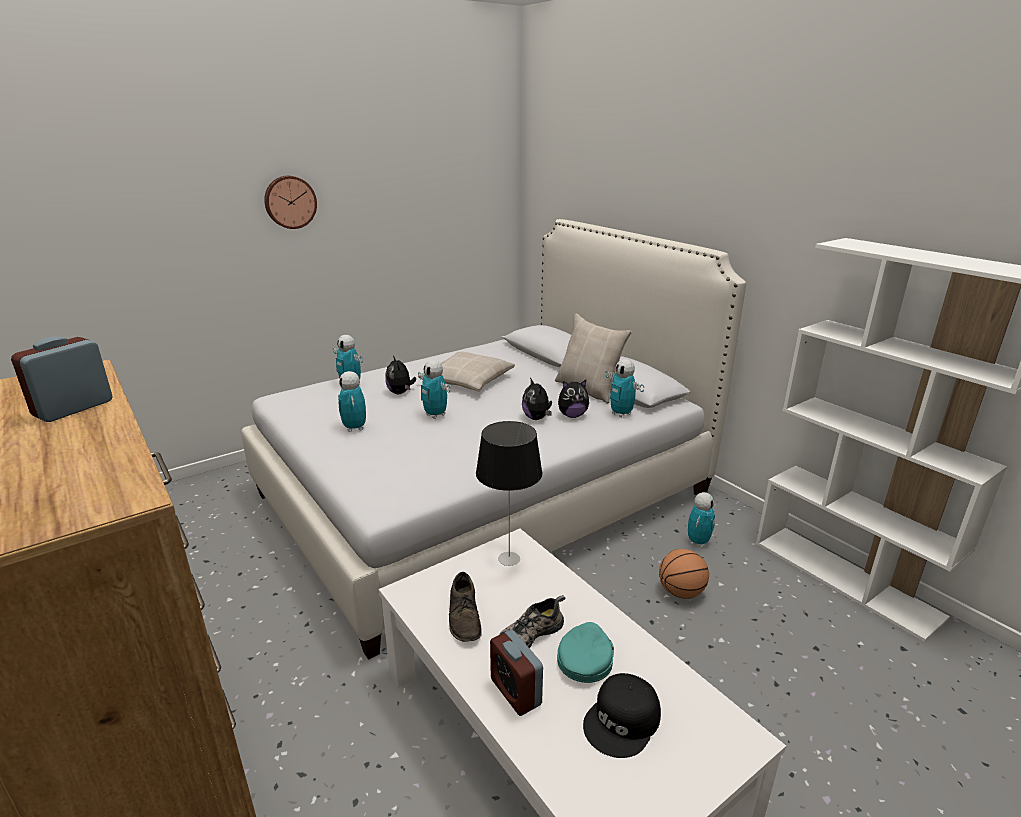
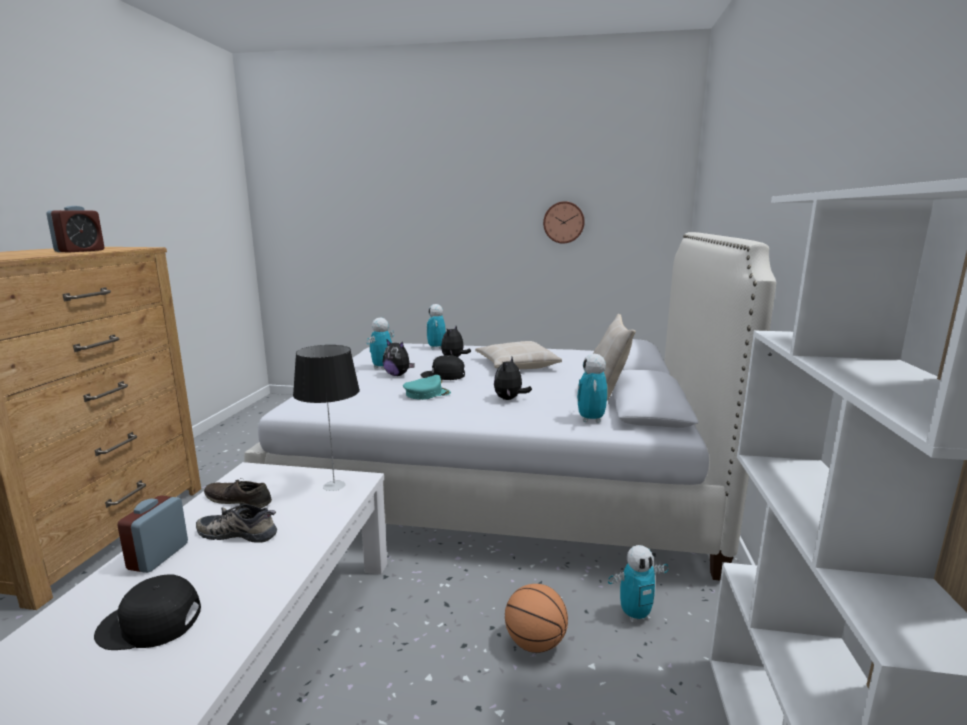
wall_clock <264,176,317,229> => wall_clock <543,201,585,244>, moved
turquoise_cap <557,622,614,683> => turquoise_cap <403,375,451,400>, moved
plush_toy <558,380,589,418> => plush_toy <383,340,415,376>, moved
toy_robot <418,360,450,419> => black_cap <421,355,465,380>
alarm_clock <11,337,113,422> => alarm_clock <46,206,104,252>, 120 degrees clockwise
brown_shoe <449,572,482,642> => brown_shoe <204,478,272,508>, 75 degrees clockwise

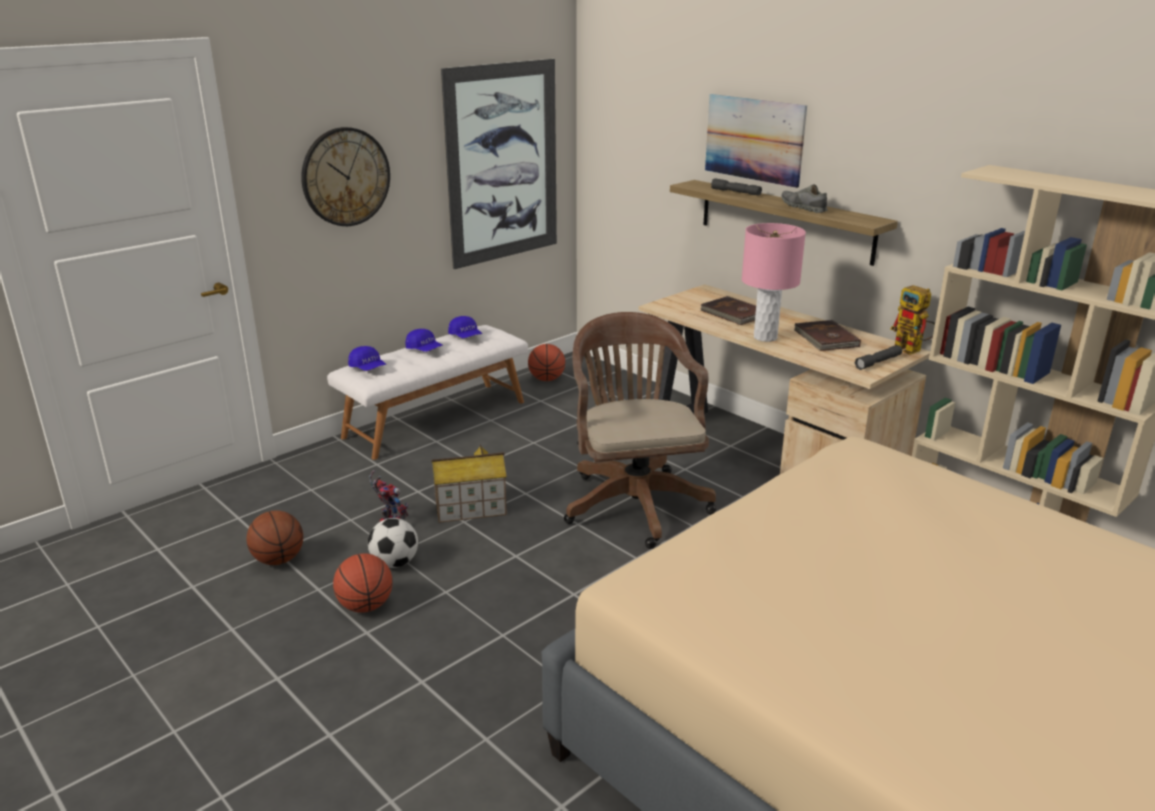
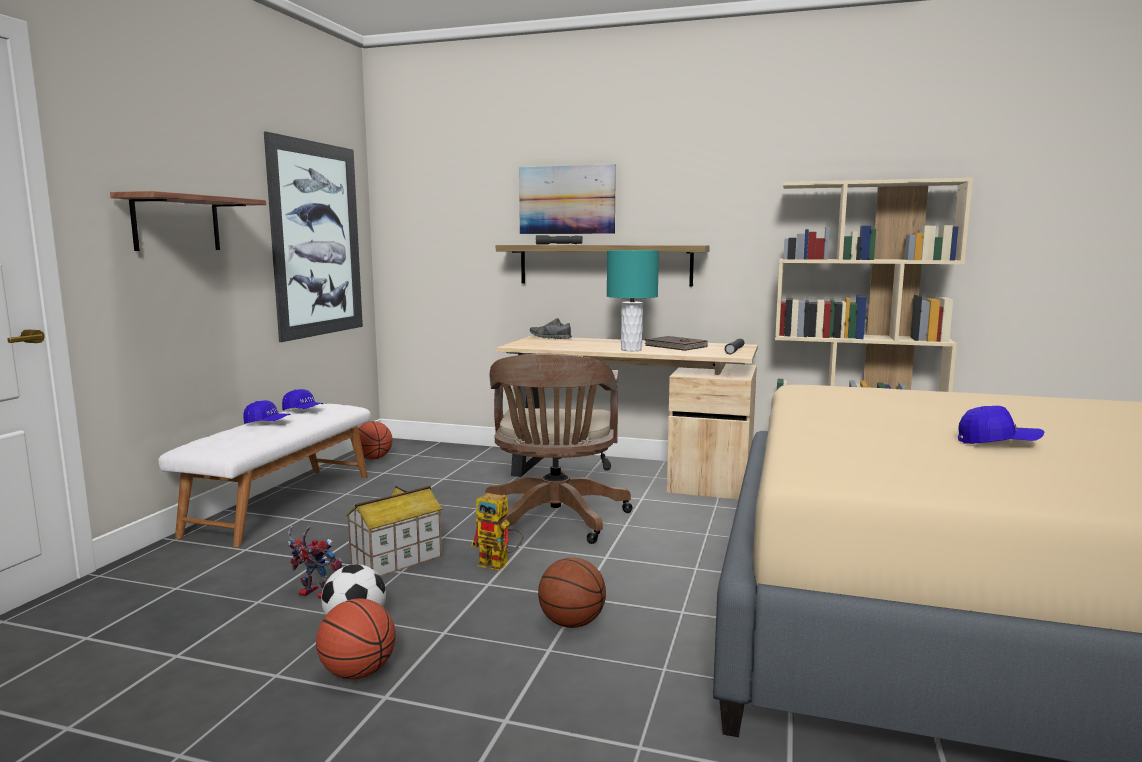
brown_book <700,296,756,325> => nothing
basketball <247,510,303,565> => basketball <538,557,606,628>, moved
blue_cap <348,346,386,371> => blue_cap <958,406,1044,444>, moved
grey_shoe <781,184,828,213> => grey_shoe <530,318,572,339>, moved
toy_robot <890,285,935,355> => toy_robot <471,493,524,571>, moved
wall_clock <301,127,390,226> => shelf <110,191,266,251>
pink_table_lamp <742,223,806,342> => turquoise_table_lamp <607,250,659,351>
brown_office_chair <564,312,716,549> => brown_office_chair <485,354,633,544>, 135 degrees counterclockwise

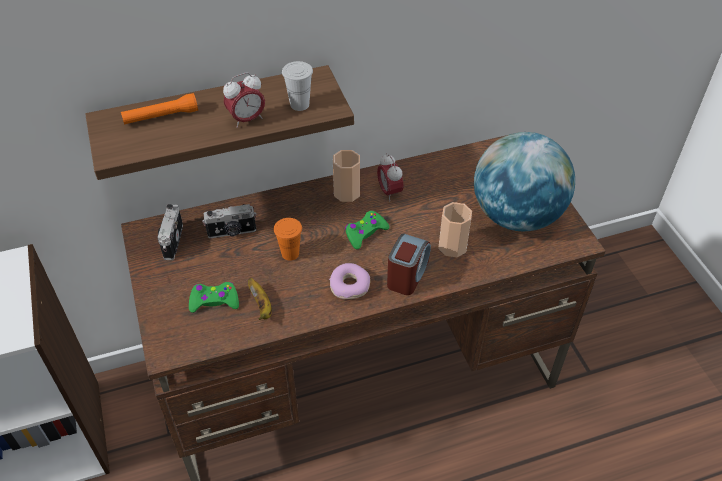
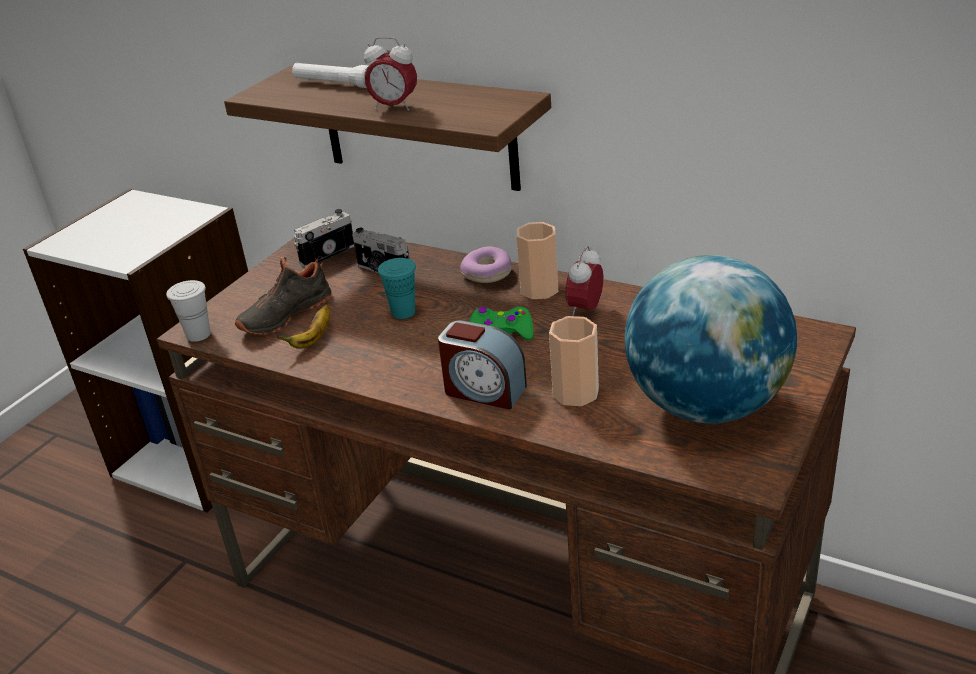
white_cup <282,61,313,111> => white_cup <166,280,211,342>, moved
donut <329,263,370,299> => donut <460,246,512,283>, moved
green_game_controller <189,282,239,313> => black_shoe <235,256,331,335>
orange_flashlight <121,93,198,125> => white_flashlight <292,63,369,88>
orange_cup <274,218,302,261> => turquoise_cup <378,258,416,319>
alarm_clock <387,233,431,295> => alarm_clock <438,320,527,410>, 45 degrees clockwise

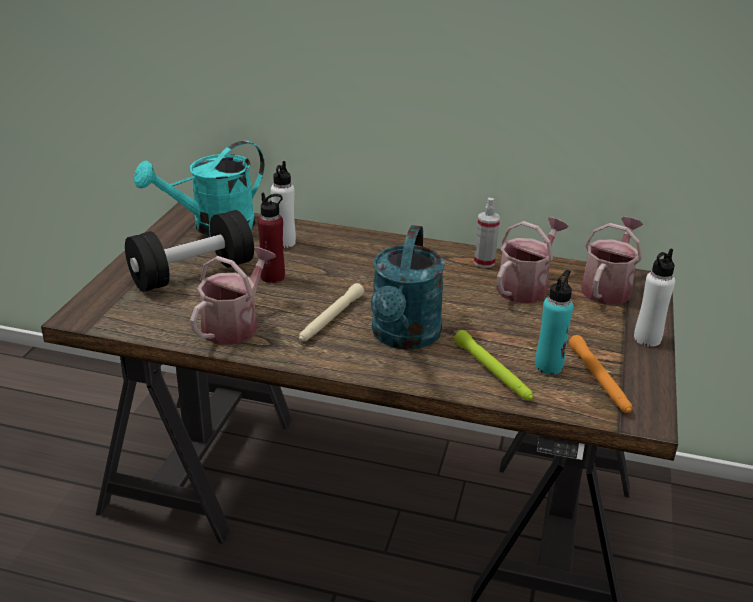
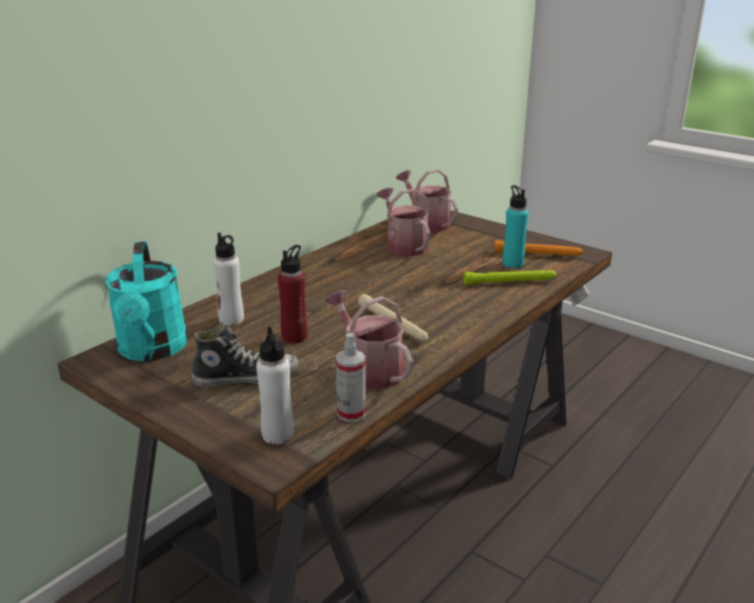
turquoise_watering_can <371,225,445,350> => nothing
spray_bottle <474,198,500,268> => spray_bottle <336,333,366,422>, moved
white_bottle <634,249,675,347> => white_bottle <256,327,294,444>, moved
black_dumbbell <125,210,254,292> => shoe <192,324,299,387>

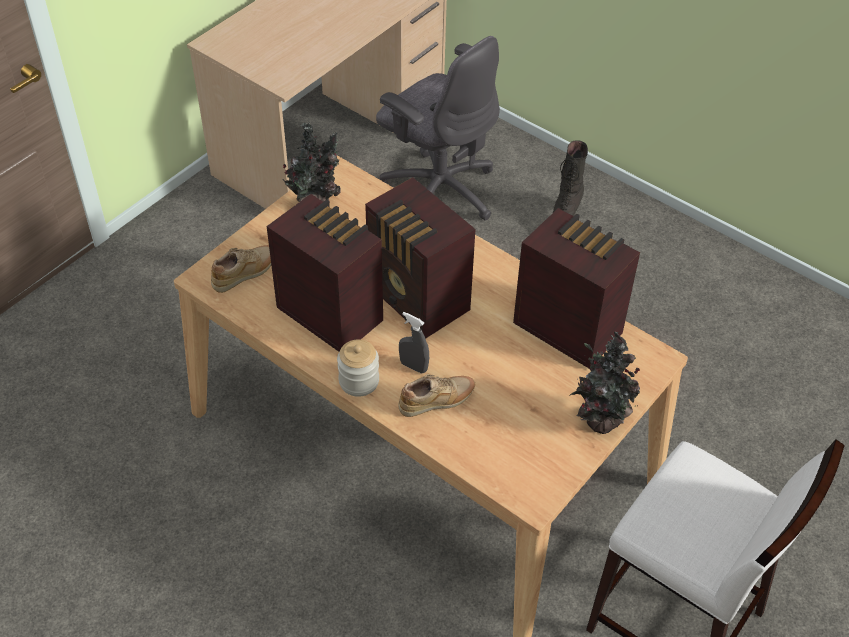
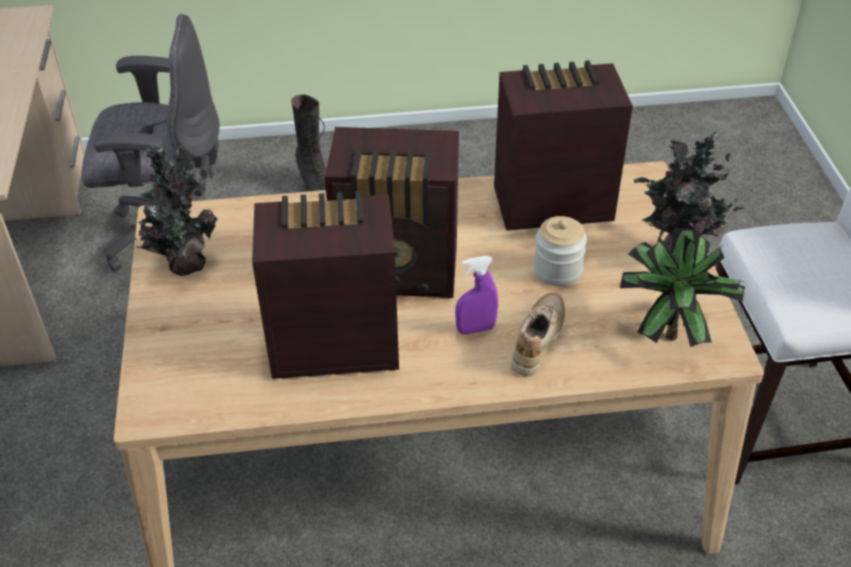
beige_shoe <211,245,271,293> => nothing
nothing => potted_plant <620,228,745,347>
jar <337,340,379,397> => jar <534,216,587,286>, moved
grey_spray_bottle <399,312,429,373> => purple_spray_bottle <455,256,498,335>

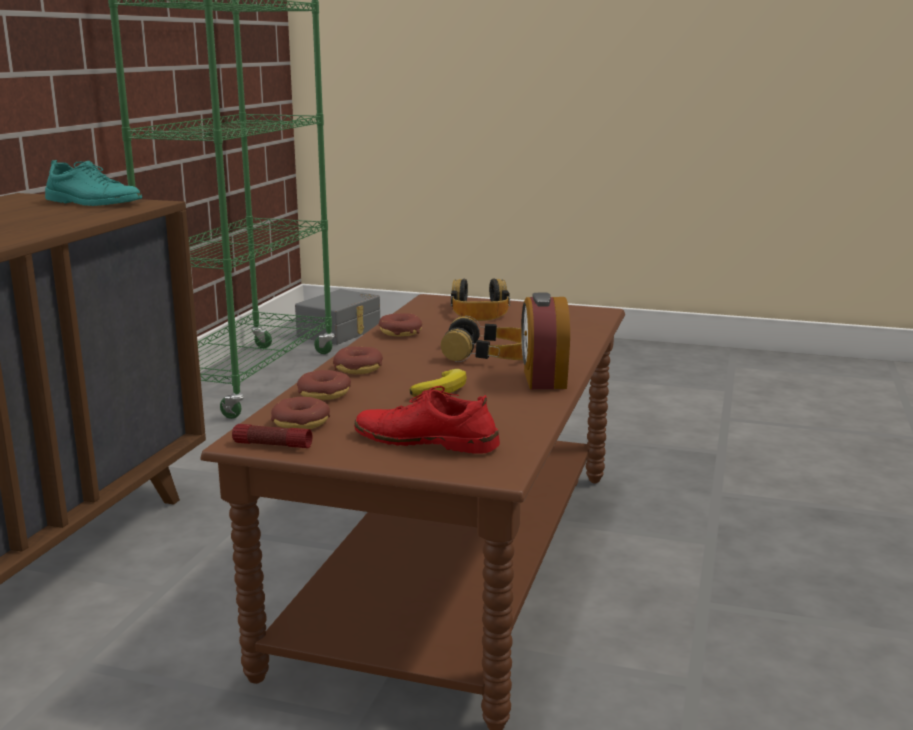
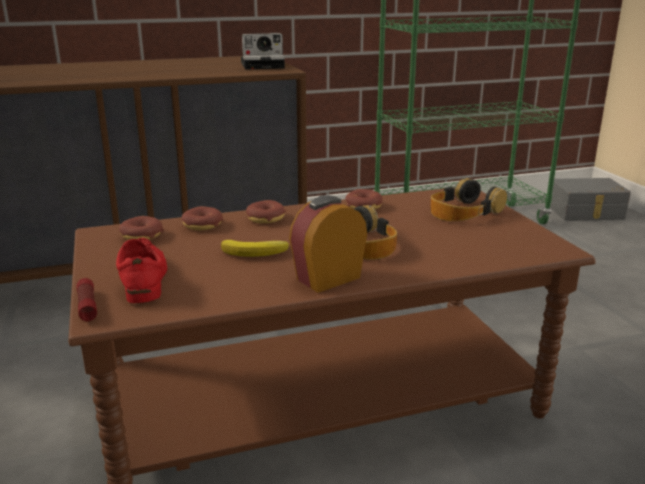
flashlight <232,424,312,448> => flashlight <76,278,97,321>, moved
turquoise_shoe <45,160,142,206> => photo_camera <241,33,285,70>

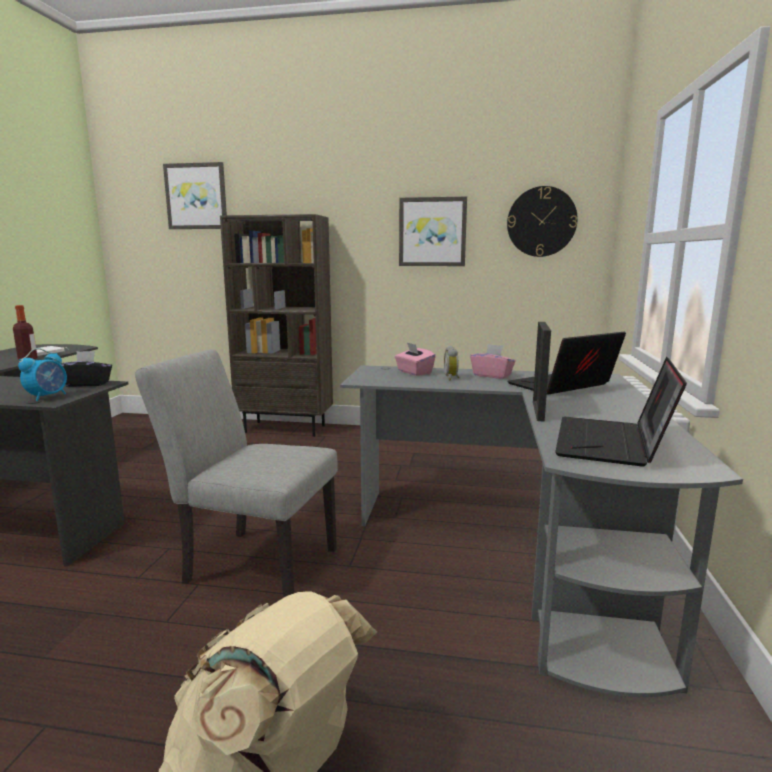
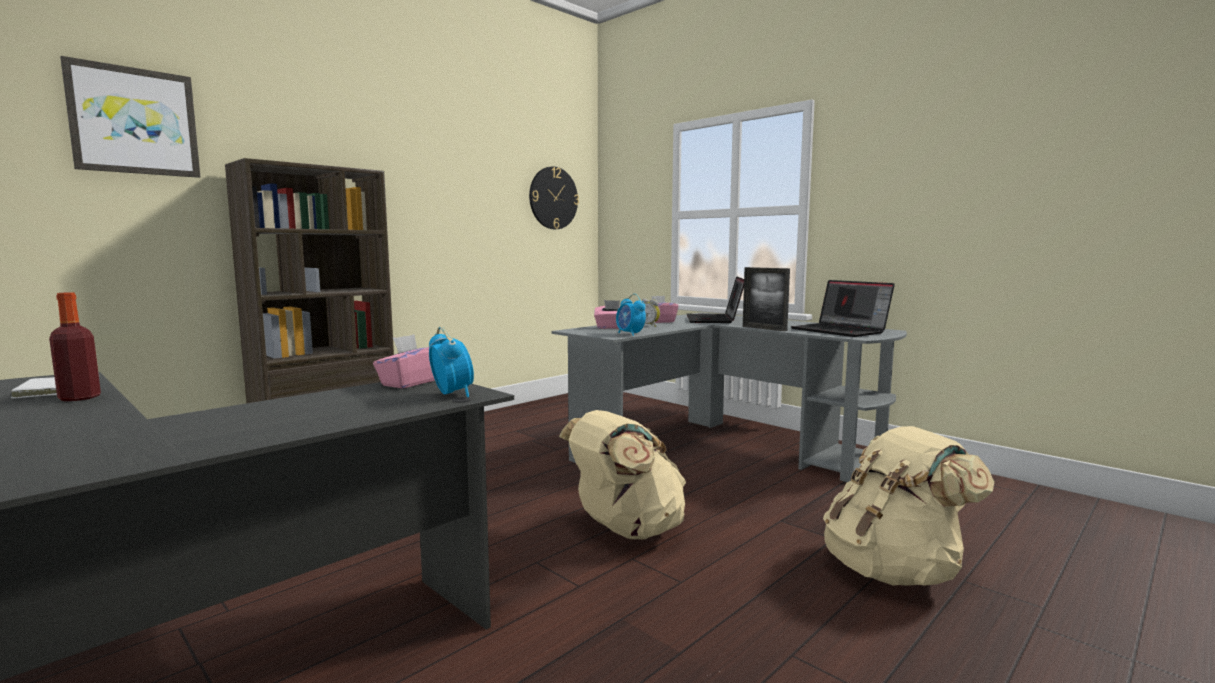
picture <399,197,467,266> => nothing
nothing => alarm_clock <616,294,646,336>
grey_chair <135,349,338,598> => beige_backpack <559,410,686,539>
black_tissue_box <61,351,112,387> => pink_tissue_box <373,334,435,388>

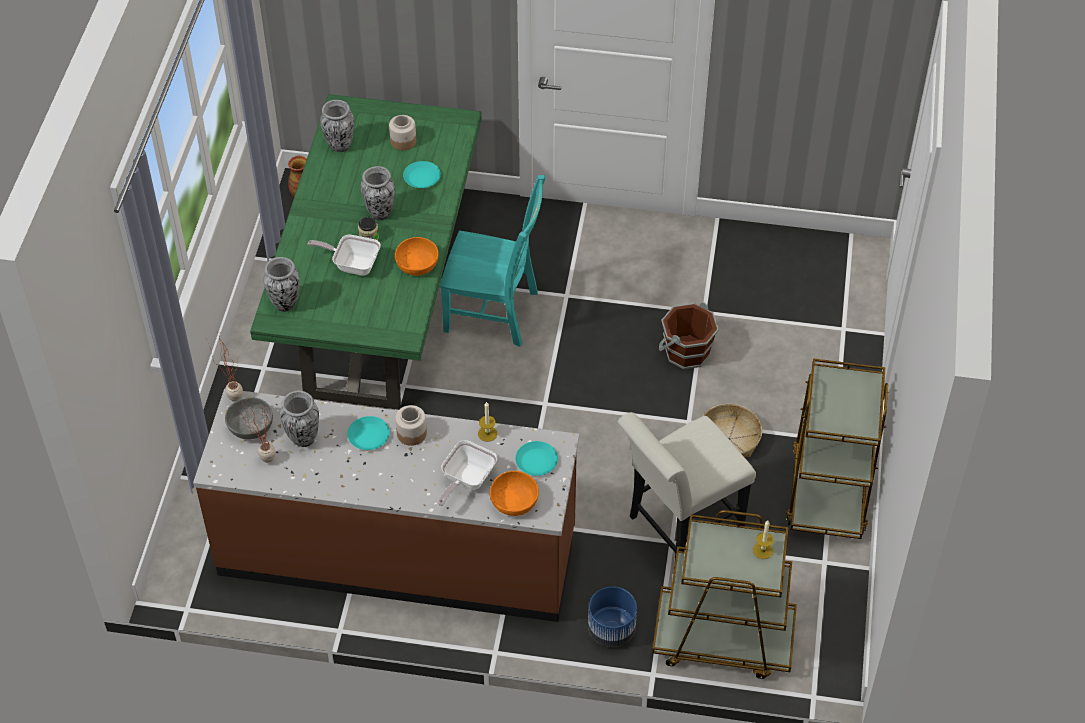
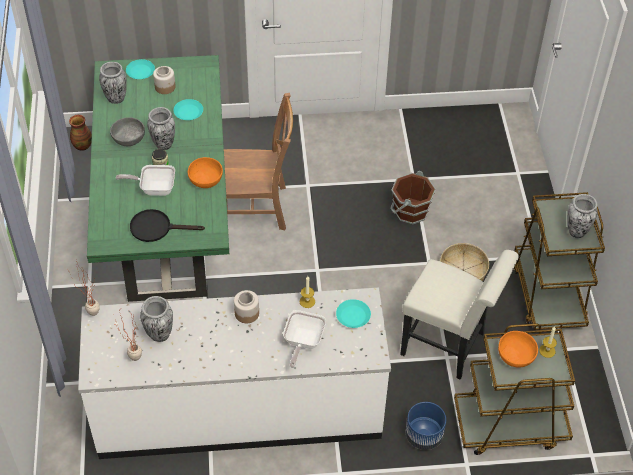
nothing => black_frying_pan <130,209,205,242>
grey_bowl <225,397,273,440> => grey_bowl <110,117,145,146>, moved
vase <263,257,300,312> => vase <567,194,598,238>, moved
turquoise_plate <347,416,390,450> => turquoise_plate <126,59,155,79>, moved
orange_bowl <490,471,539,516> => orange_bowl <498,331,538,367>, moved
brown_counter <193,389,579,622> => white_counter <78,287,391,459>
turquoise_chair <440,175,545,347> => brown_chair <224,93,293,230>
white_chair <618,412,756,566> => white_chair <400,250,519,380>, 105 degrees counterclockwise

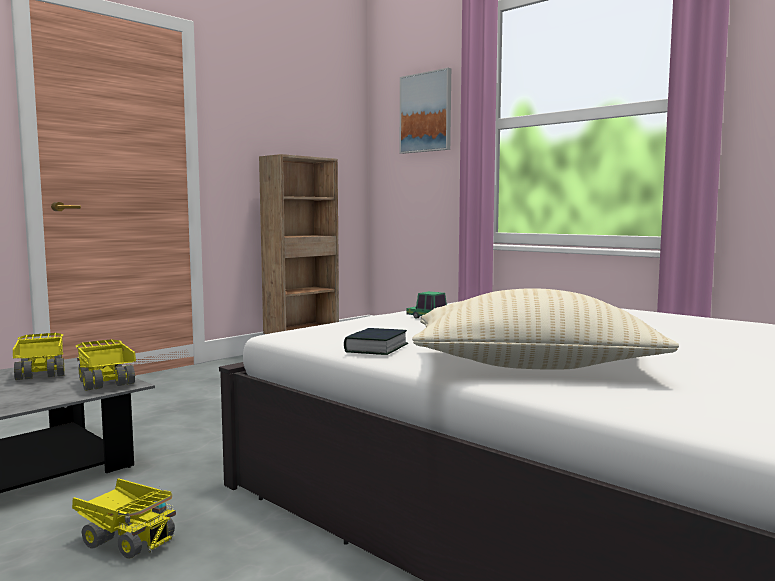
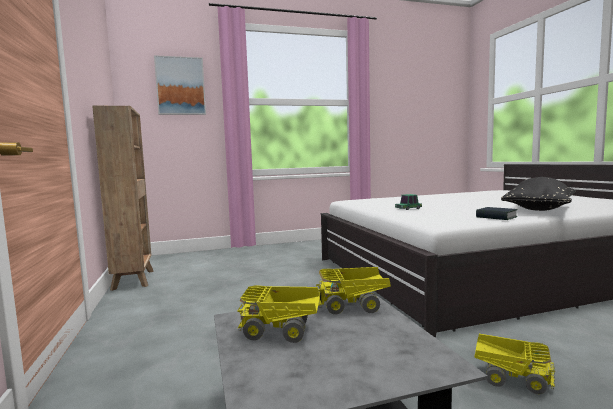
beige_pillow <412,288,679,370> => black_pillow <501,177,576,211>
toy_truck <72,478,176,559> => toy_truck <474,334,556,394>, 60 degrees clockwise

